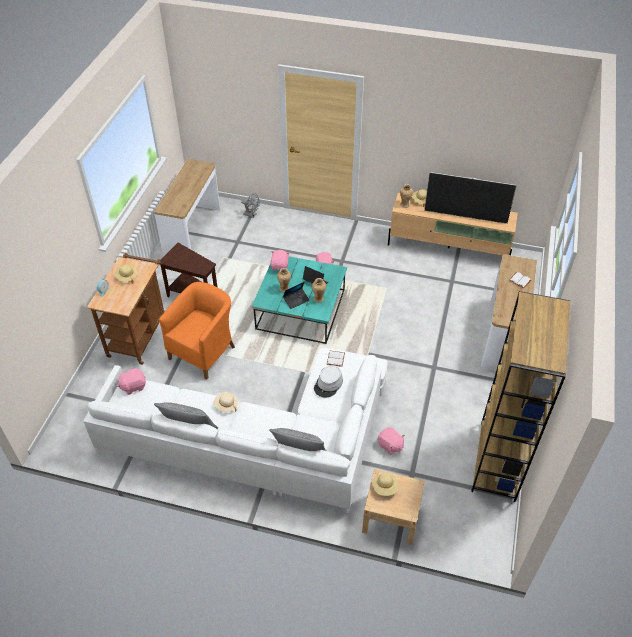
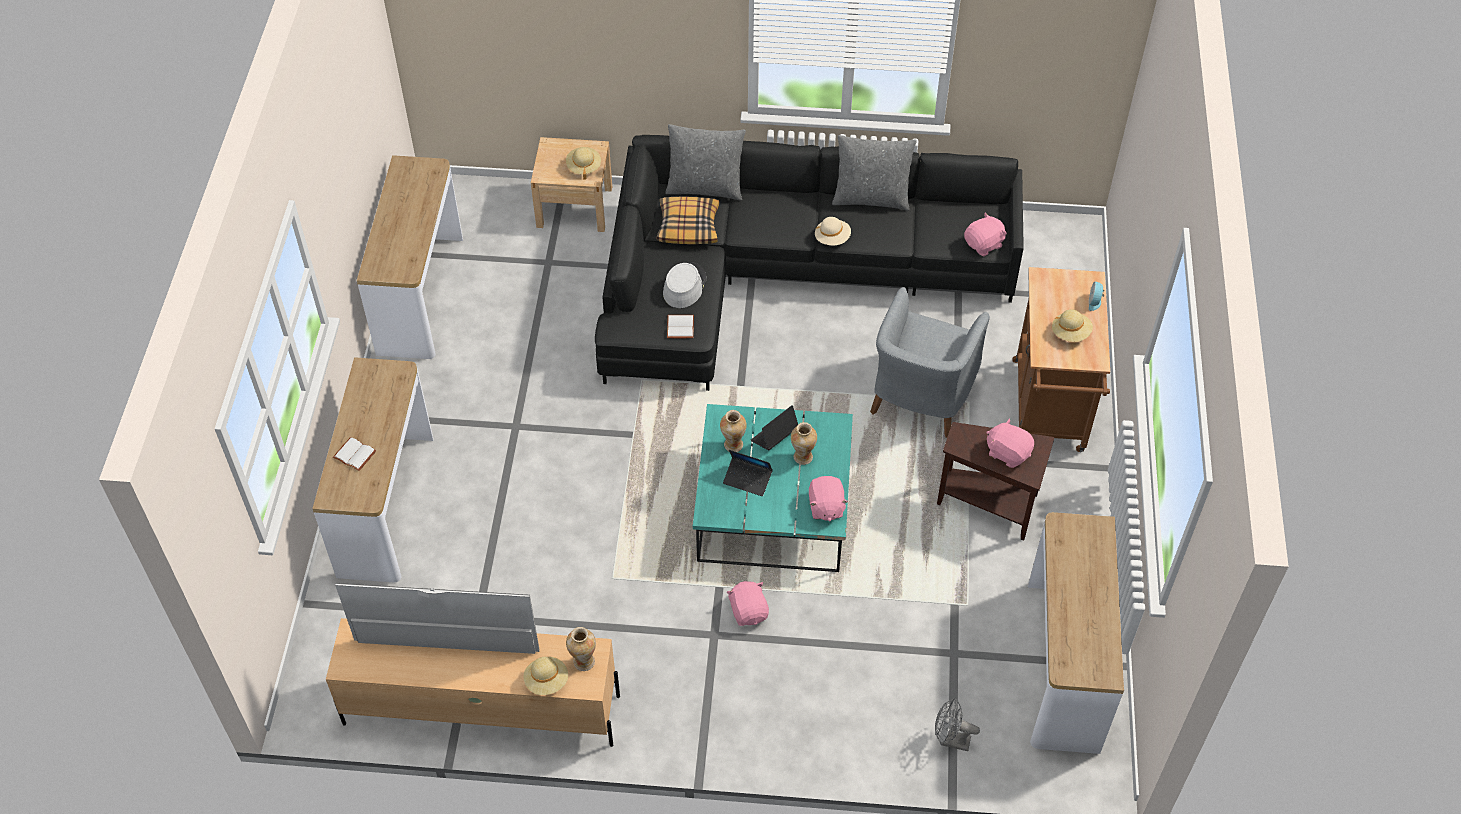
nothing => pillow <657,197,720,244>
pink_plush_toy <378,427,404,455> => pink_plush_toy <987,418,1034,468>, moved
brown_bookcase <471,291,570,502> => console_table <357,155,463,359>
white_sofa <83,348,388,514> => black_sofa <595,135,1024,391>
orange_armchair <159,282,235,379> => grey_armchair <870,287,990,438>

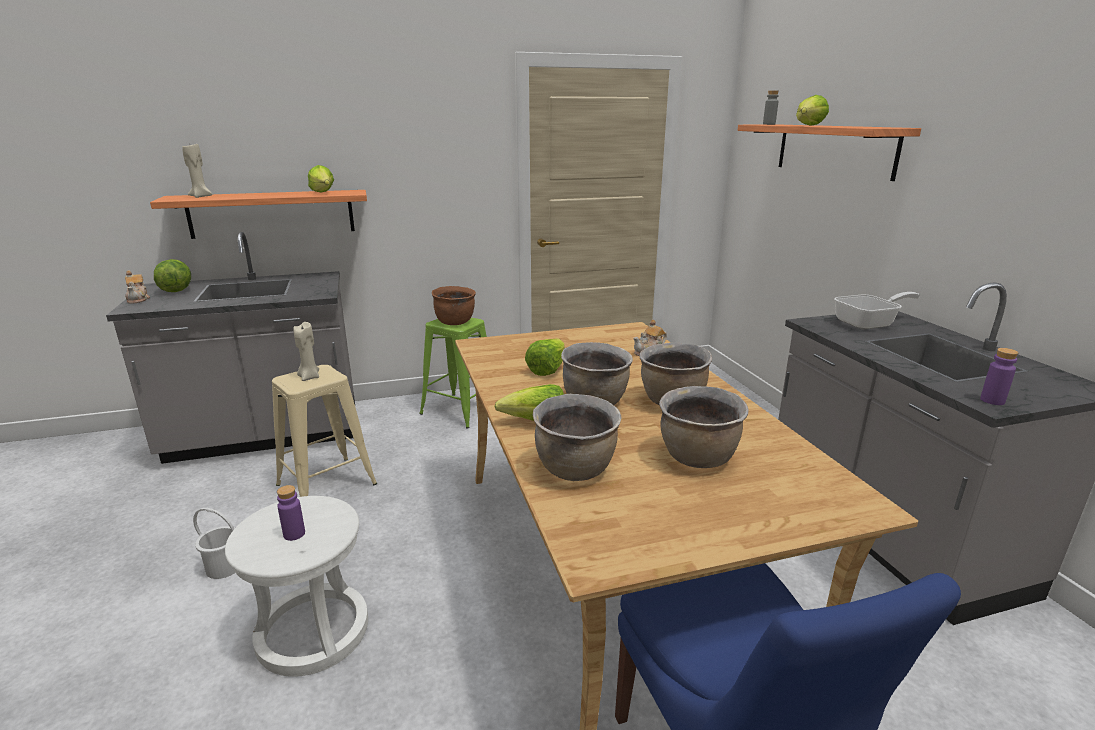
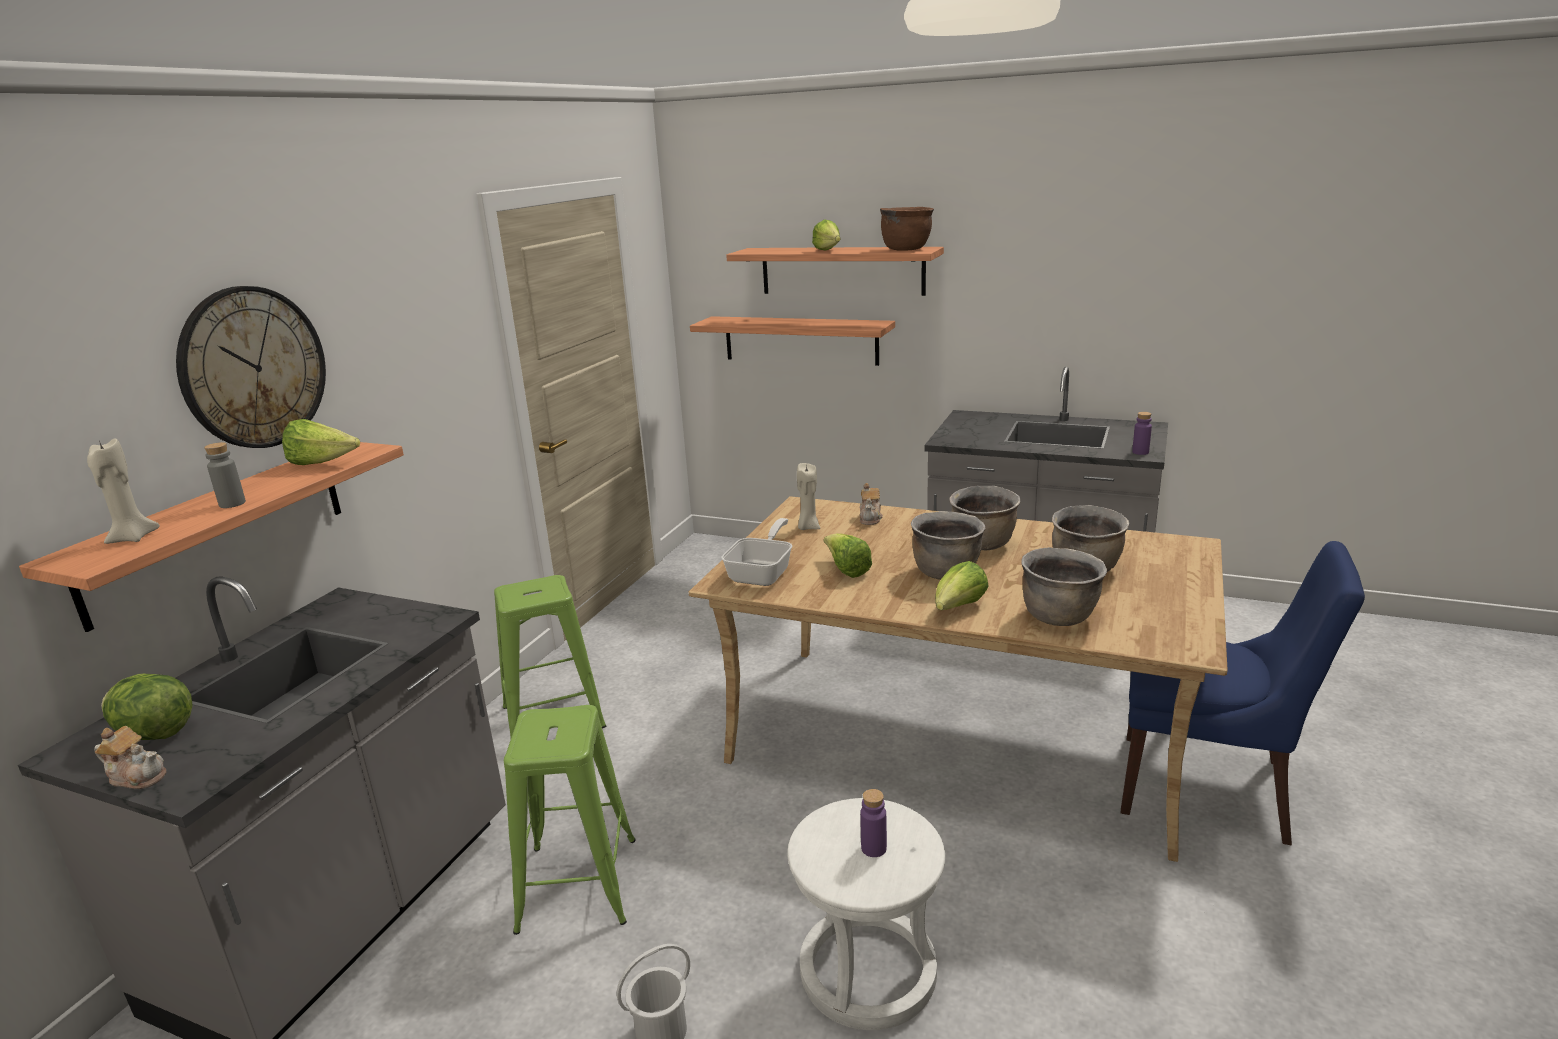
nothing => wall_clock <176,286,326,448>
nothing => shelf <690,316,895,366>
beige_candle <293,322,319,381> => beige_candle <797,463,820,530>, moved
brown_cooking_pot <432,286,476,325> => brown_cooking_pot <880,207,934,251>, moved
grey_bottle <763,90,779,125> => grey_bottle <204,442,246,508>, moved
frying_pan <834,292,920,329> => frying_pan <721,518,792,586>, moved
beige_stool <272,365,377,497> => green_stool <504,705,636,935>

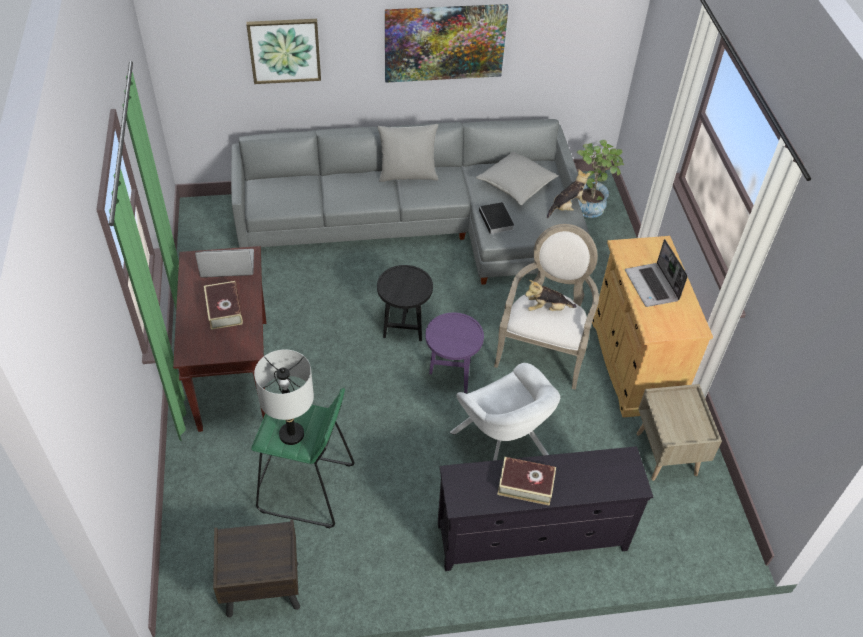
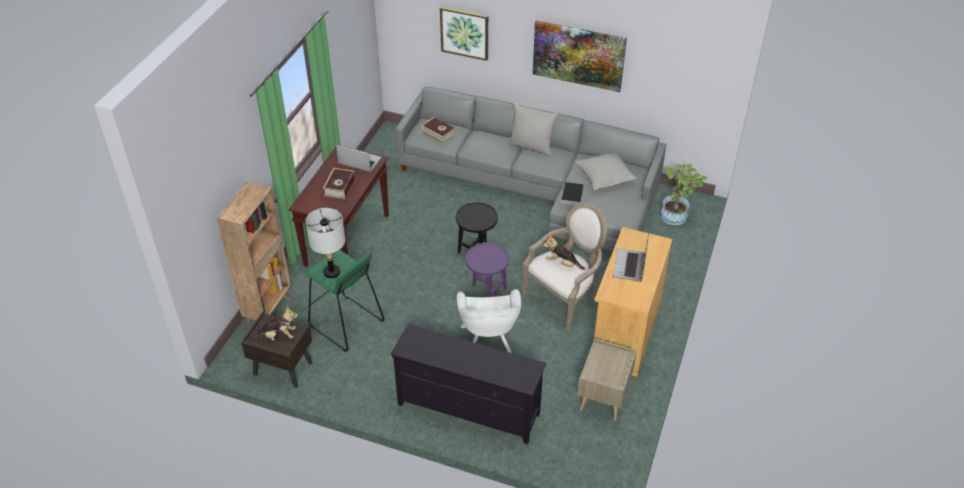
nothing => brown_bookcase <217,181,292,324>
book <497,457,556,506> => book <421,117,456,144>, moved
plush_toy <547,169,590,218> => plush_toy <254,307,298,341>, moved

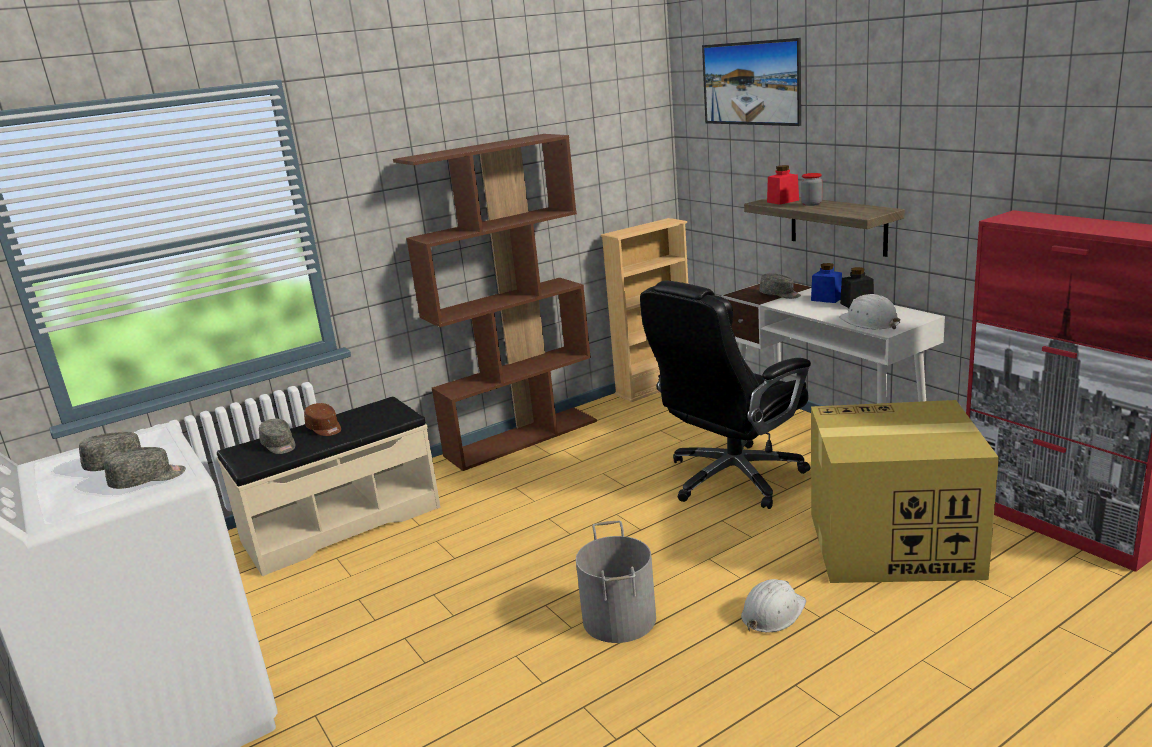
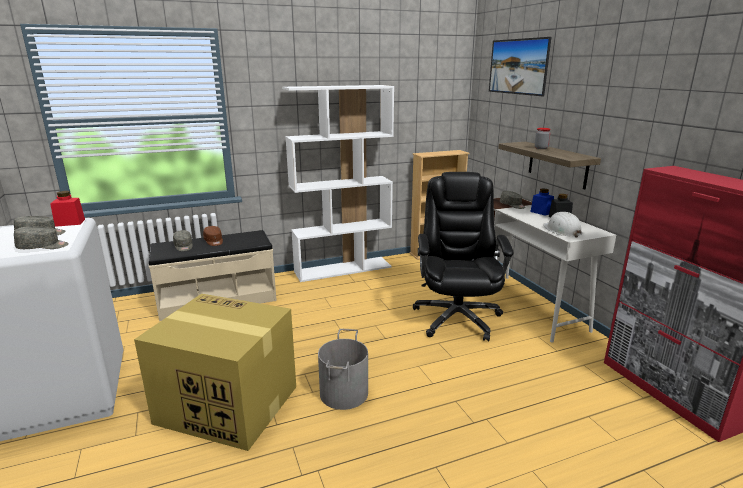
white_hard_hat <741,579,806,632> => nothing
red_jar <767,165,799,205> => red_jar <50,191,85,227>, moved
cardboard_box <811,400,999,583> => cardboard_box <134,294,296,451>, moved
brown_bookcase <393,134,597,471> => white_bookcase <282,85,394,282>
black_office_chair <640,280,811,509> => black_office_chair <413,172,514,341>, 120 degrees clockwise

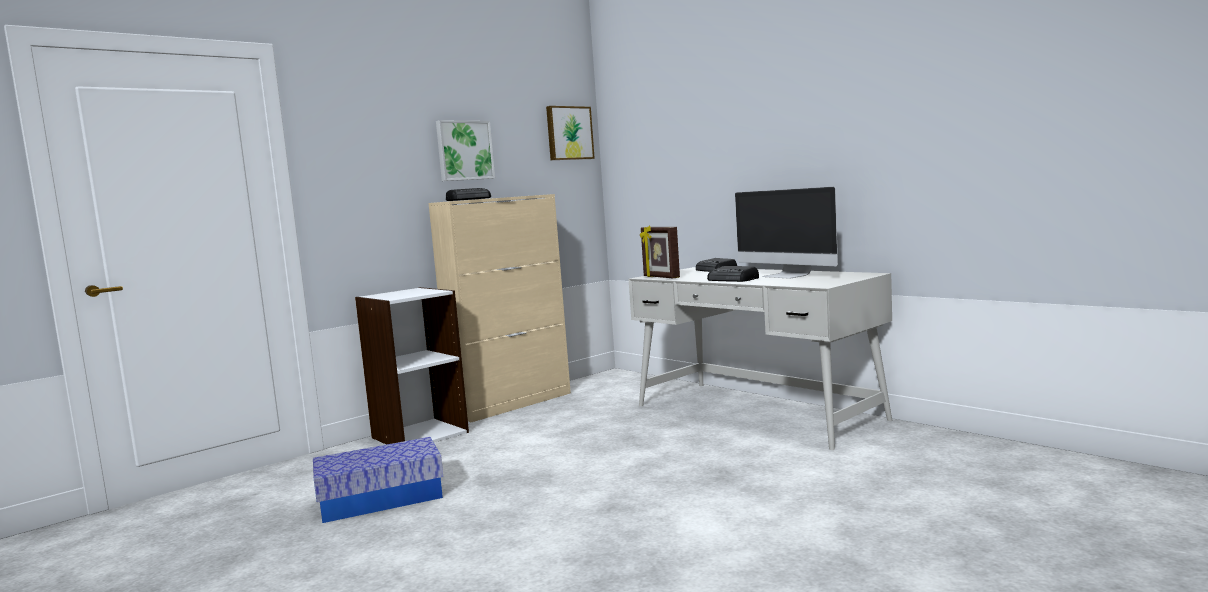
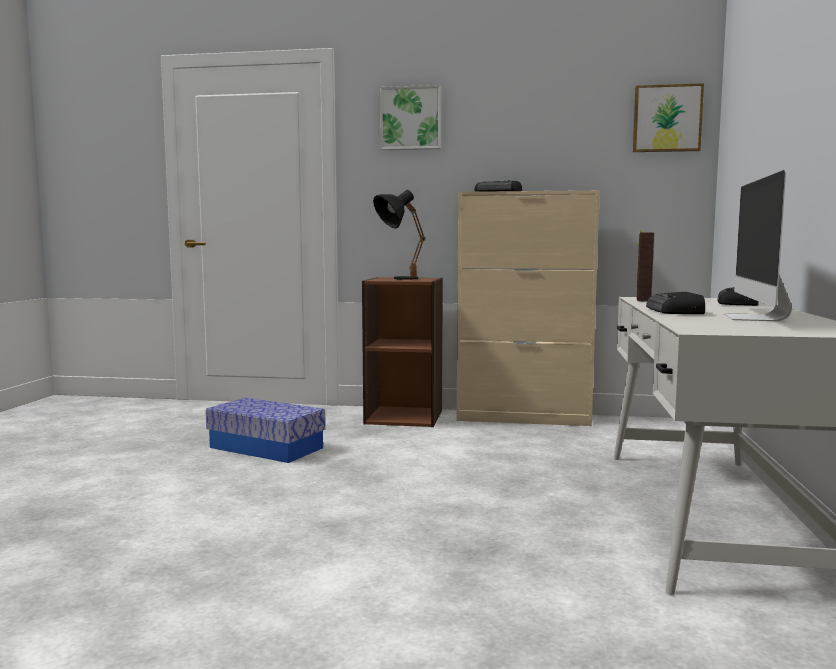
nothing => black_table_lamp <373,190,425,279>
picture <436,120,495,181> => picture <380,85,441,150>, moved
white_bookcase <355,287,469,445> => brown_bookcase <362,277,443,427>

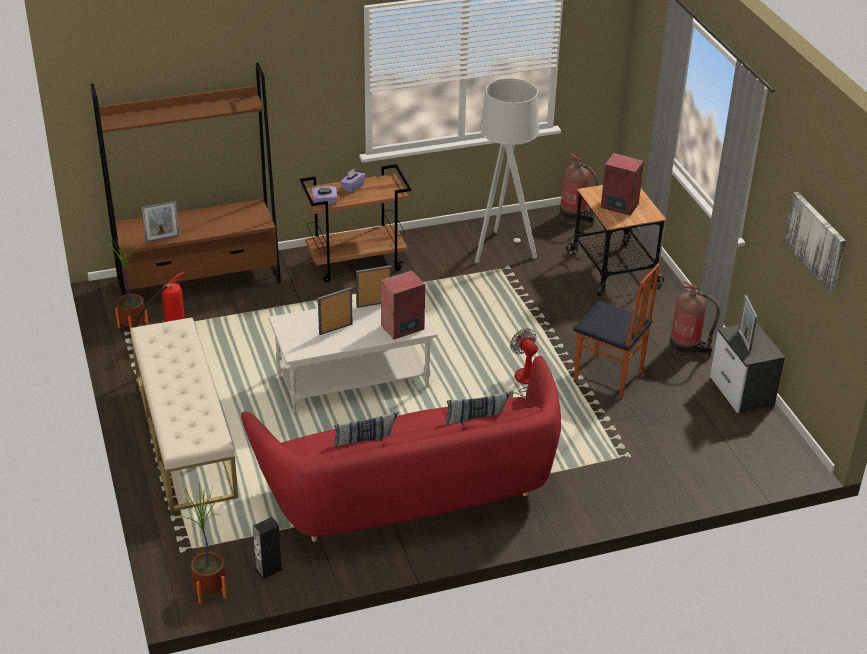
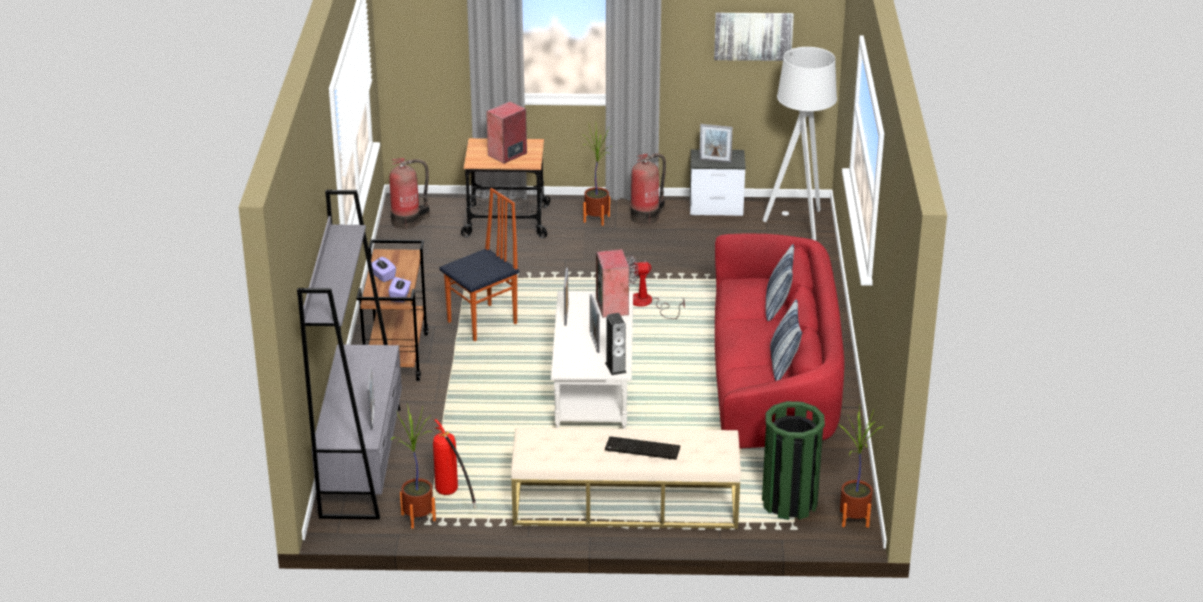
nothing => potted_plant <582,126,610,226>
nothing => keyboard <605,436,680,460>
nothing => green_trash_can <762,401,825,520>
speaker <253,517,284,580> => speaker <605,313,627,375>, moved
grey_floor_lamp <475,78,539,263> => grey_floor_lamp <763,47,837,241>, moved
chair <573,263,660,398> => chair <439,188,519,341>, moved
brown_bookcase <91,63,281,296> => grey_bookcase <297,190,402,520>

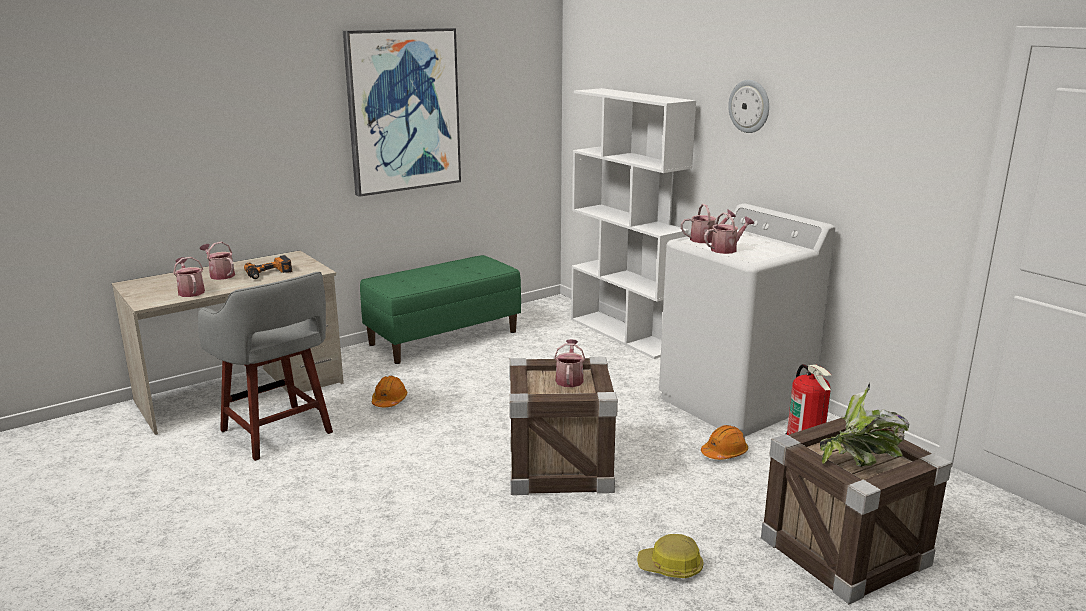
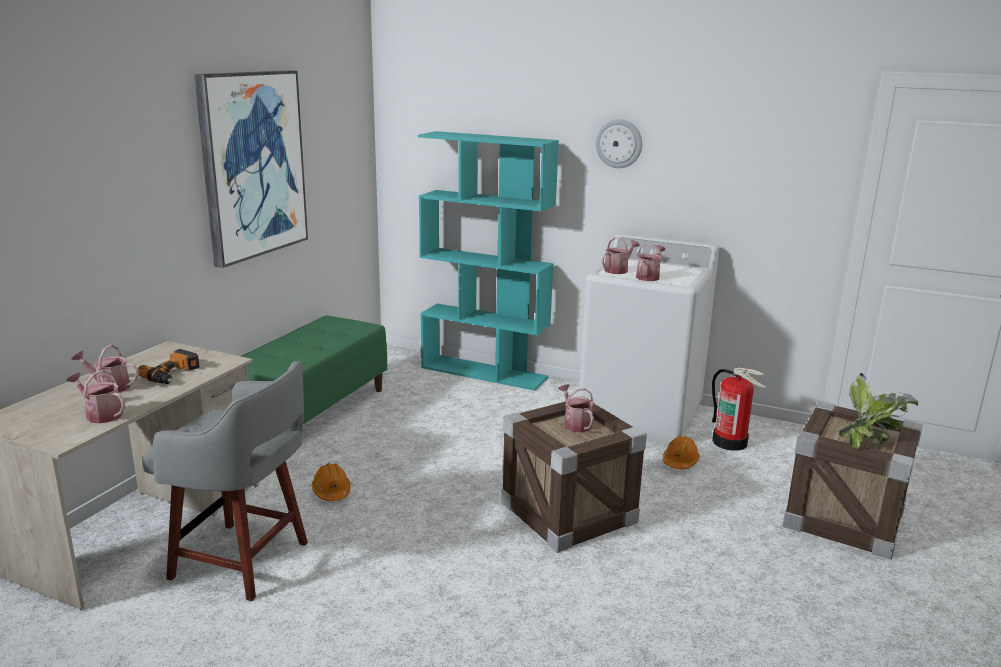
hard_hat <637,534,704,578> => nothing
white_bookcase <571,88,696,359> => turquoise_bookcase <418,131,559,391>

